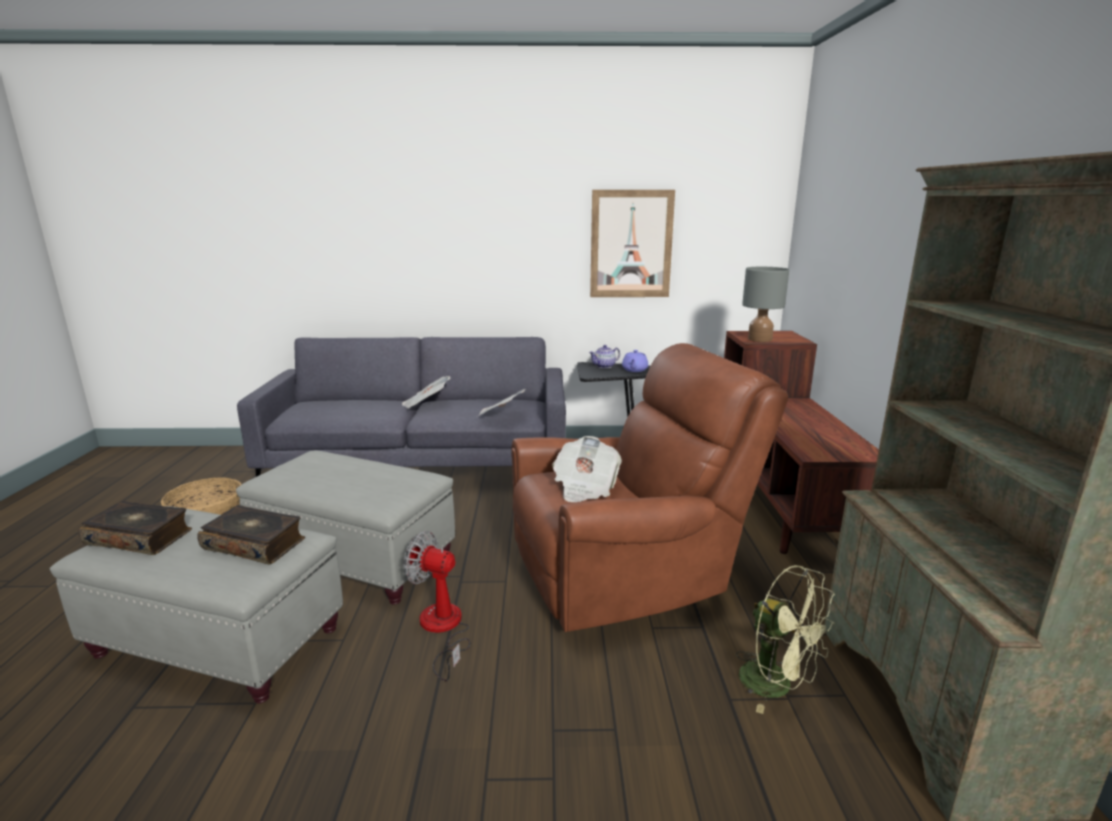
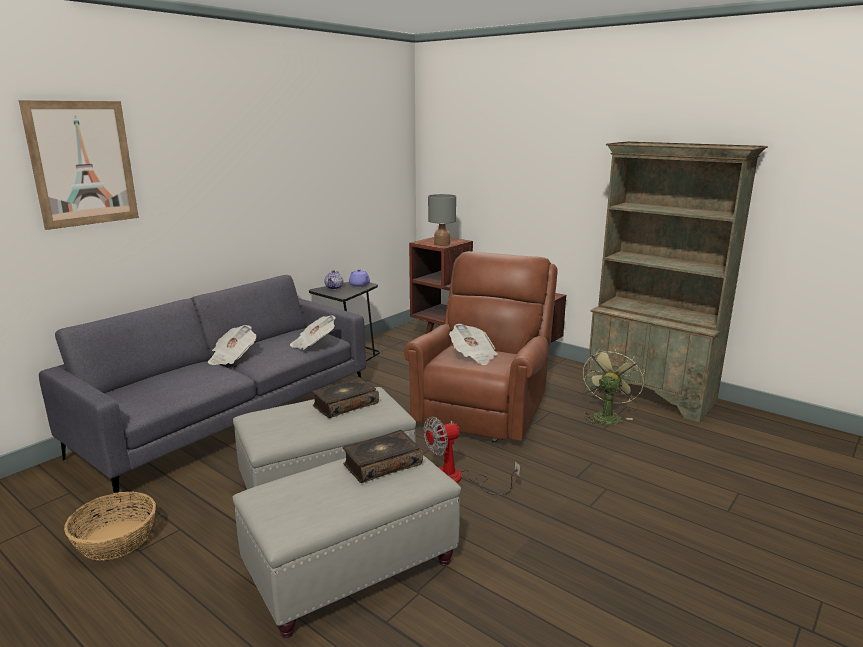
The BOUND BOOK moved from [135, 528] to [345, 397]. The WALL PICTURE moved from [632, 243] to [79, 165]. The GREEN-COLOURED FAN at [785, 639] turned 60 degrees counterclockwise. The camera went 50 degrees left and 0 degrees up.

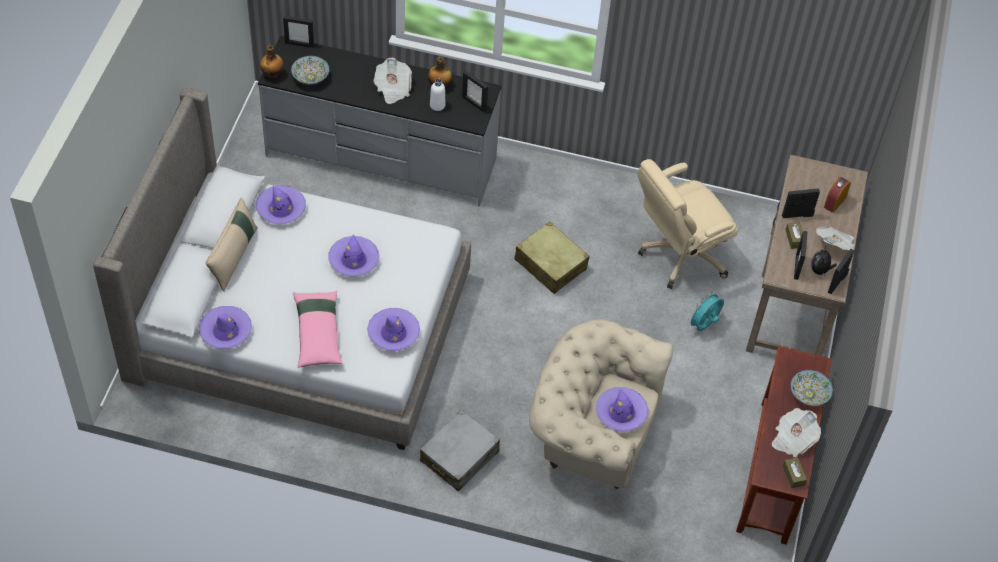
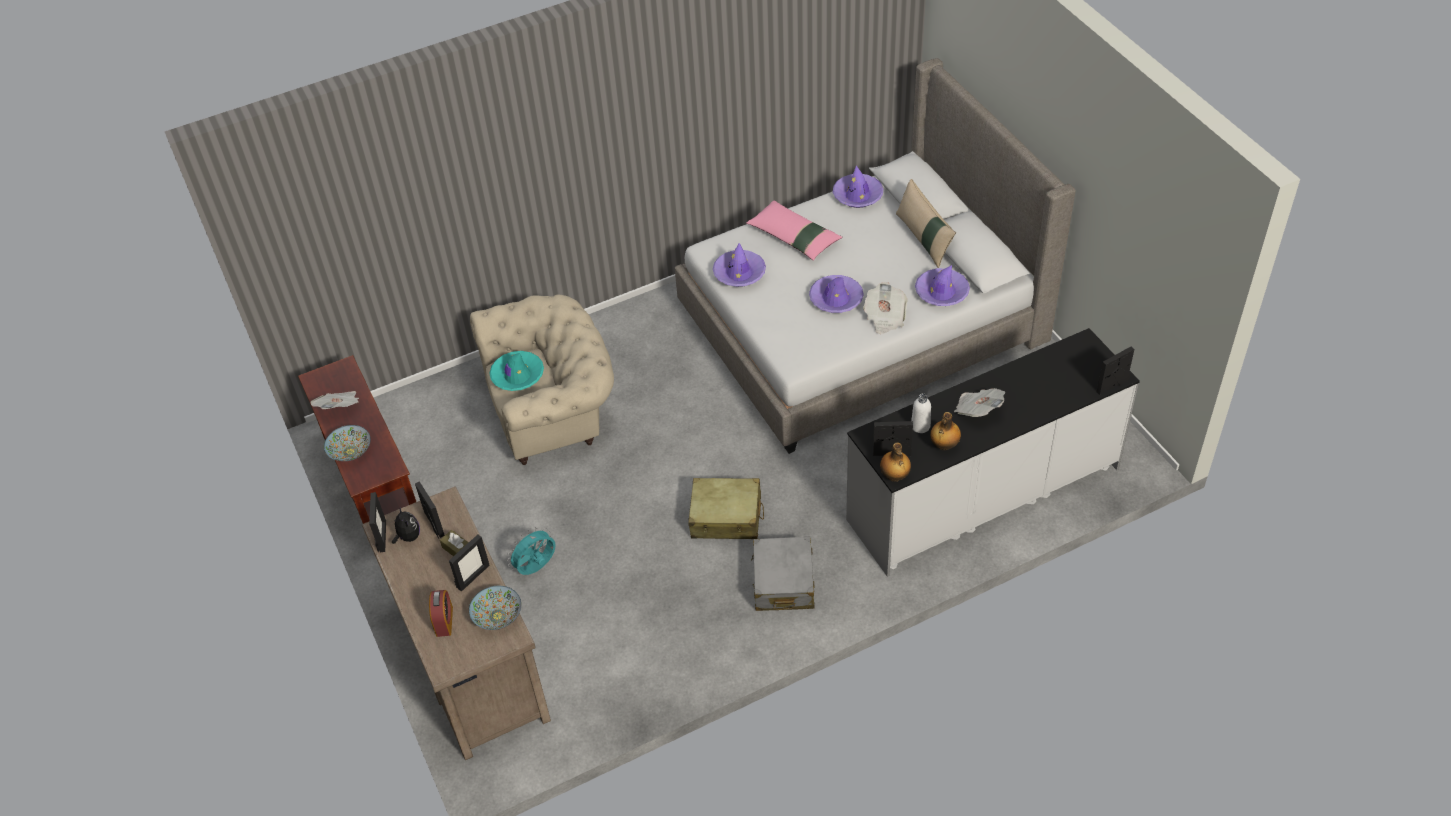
The DRINK BOTTLE moved from [272, 62] to [895, 462]. The DEEP DISH moved from [310, 70] to [495, 608]. The GREYISH TRAVEL CASE moved from [460, 450] to [783, 573]. The PURPLISH WEARABLE HAT at [622, 409] became the TURQUOISE-COLOURED WEARABLE HAT at [516, 371]. The SAND-COLOURED OFFICE CHAIR at [688, 224] disappeared. The TURQUOISE-COLOURED FAN at [705, 311] turned 135 degrees counterclockwise. The BROWN-COLOURED BOX OF TISSUES at [795, 472] disappeared. The DAILY PAPER moved from [835, 238] to [885, 308]. The camera went 145 degrees right and 5 degrees down.

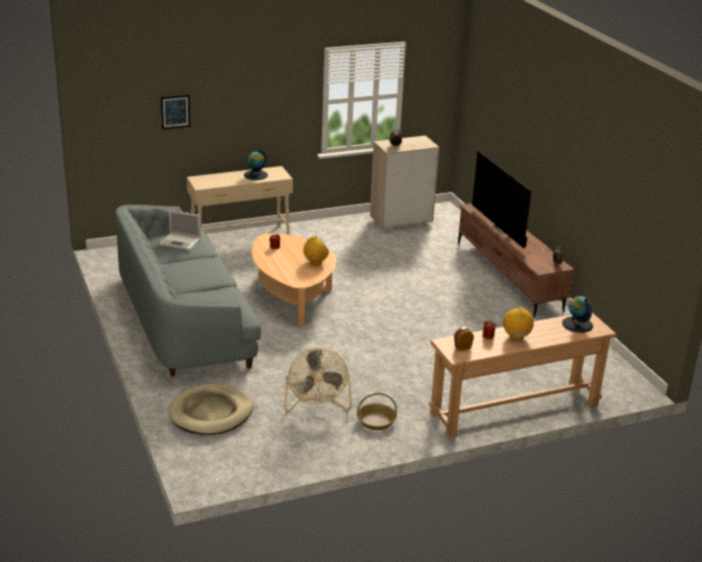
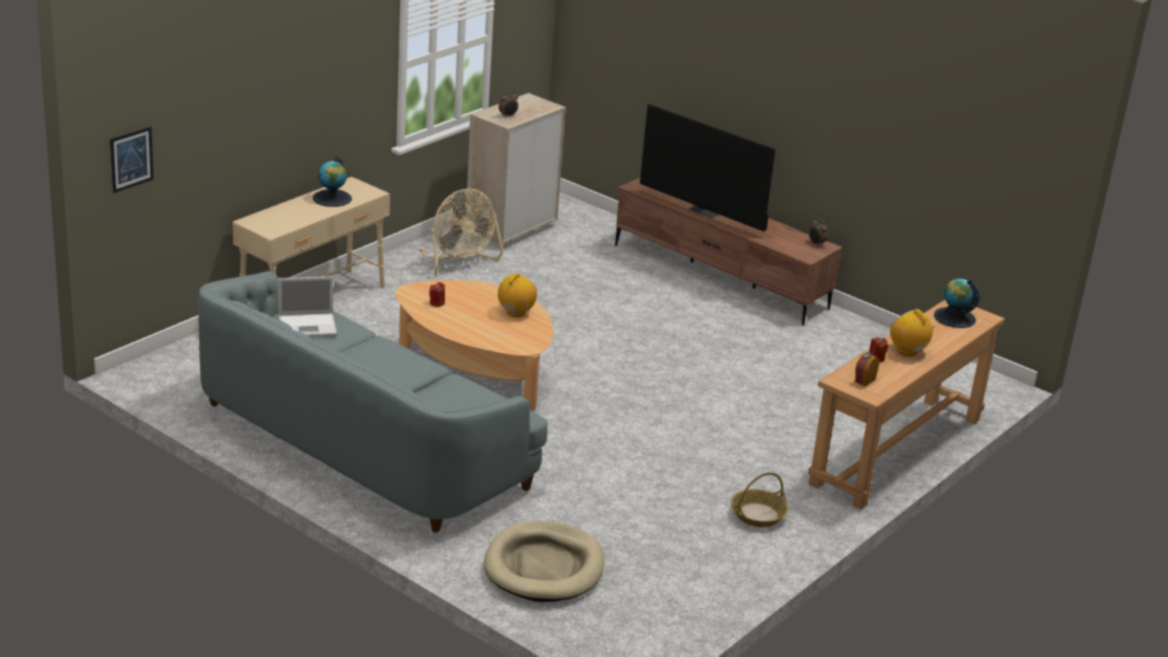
The WALL PICTURE moved from [176, 112] to [132, 159]. The SAND-COLOURED FAN moved from [318, 381] to [461, 232]. The camera went 30 degrees left and 0 degrees up.

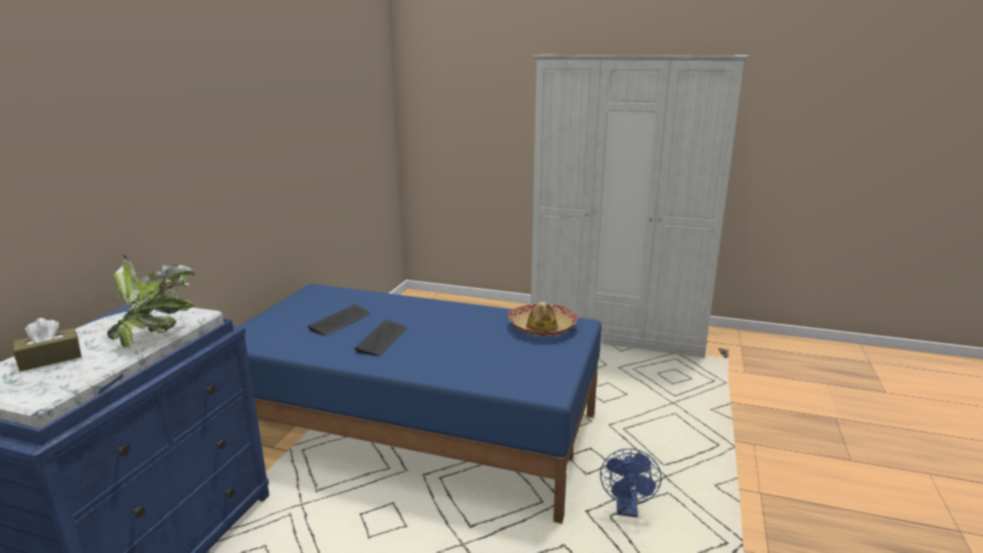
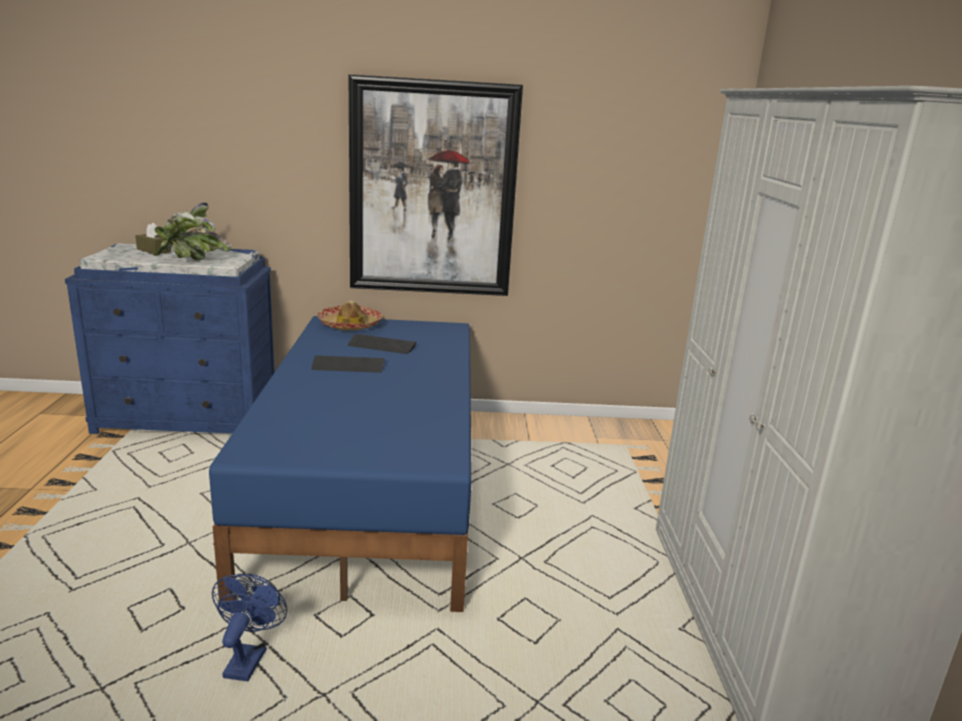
The WEARABLE HAT moved from [543, 319] to [350, 316]. The BLUE-COLOURED FAN at [630, 483] turned 105 degrees clockwise. The WALL PICTURE at [436, 185] appeared. The camera went 70 degrees right and 0 degrees up.

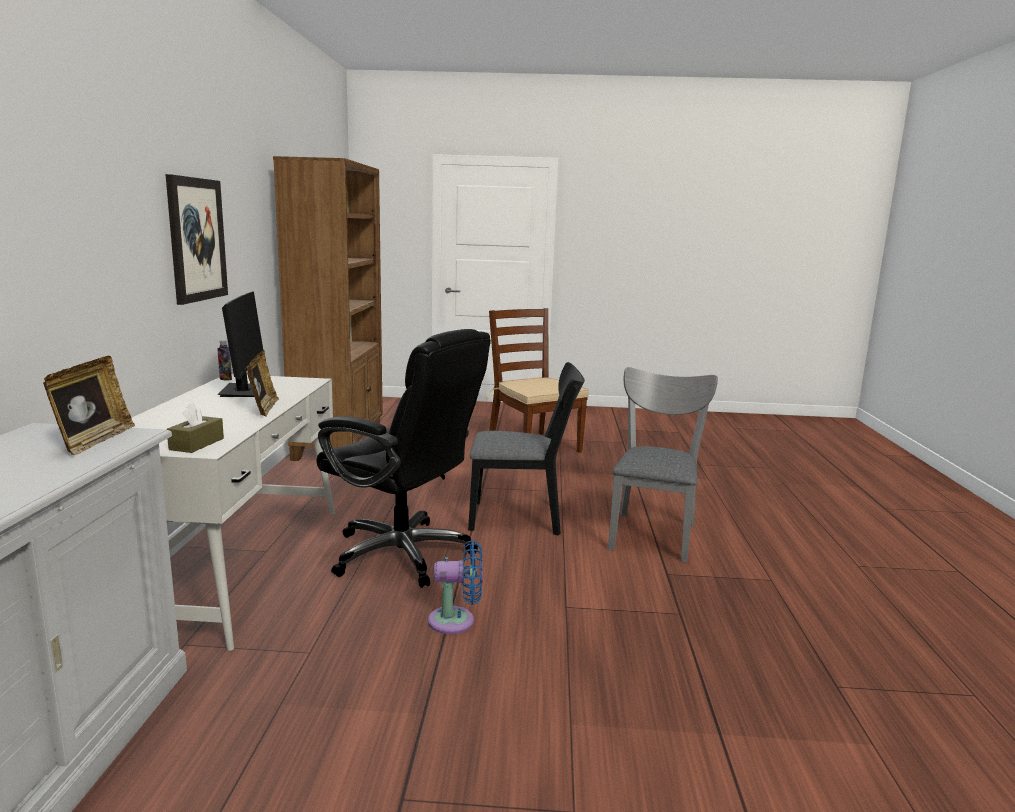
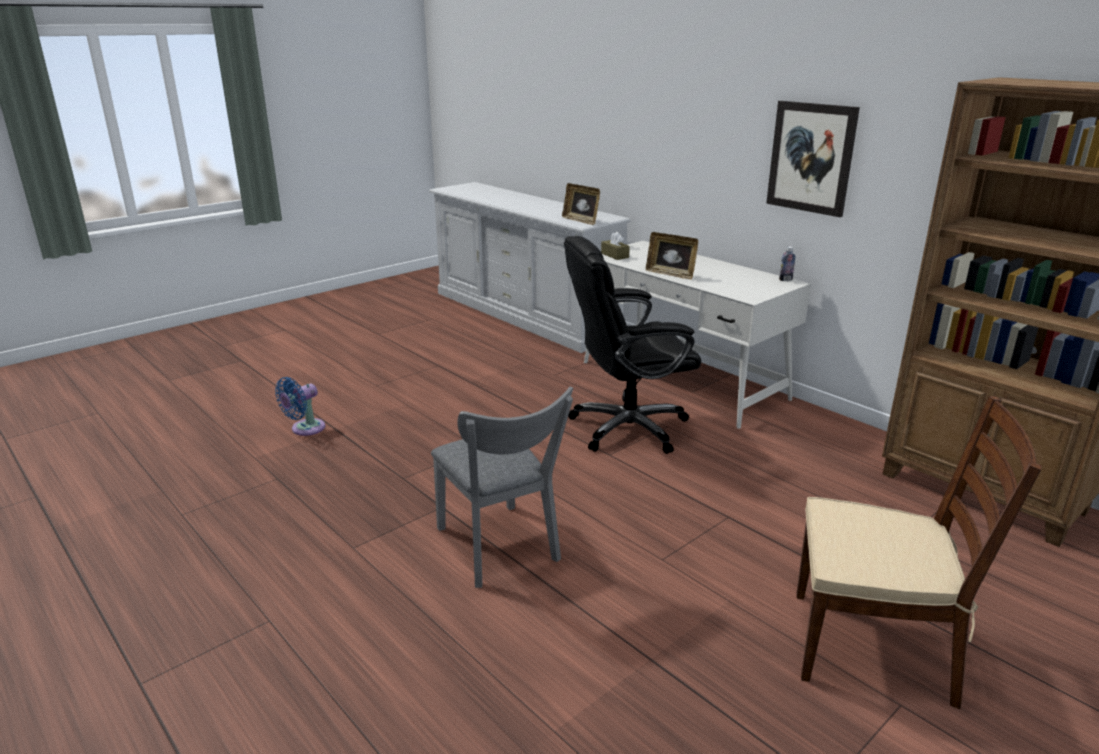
The COMPUTER DISPLAY at [240, 344] disappeared. The BLUE-COLOURED FAN moved from [455, 587] to [300, 406]. The BLACKISH CHAIR at [526, 449] disappeared. The camera went 135 degrees right and 10 degrees up.

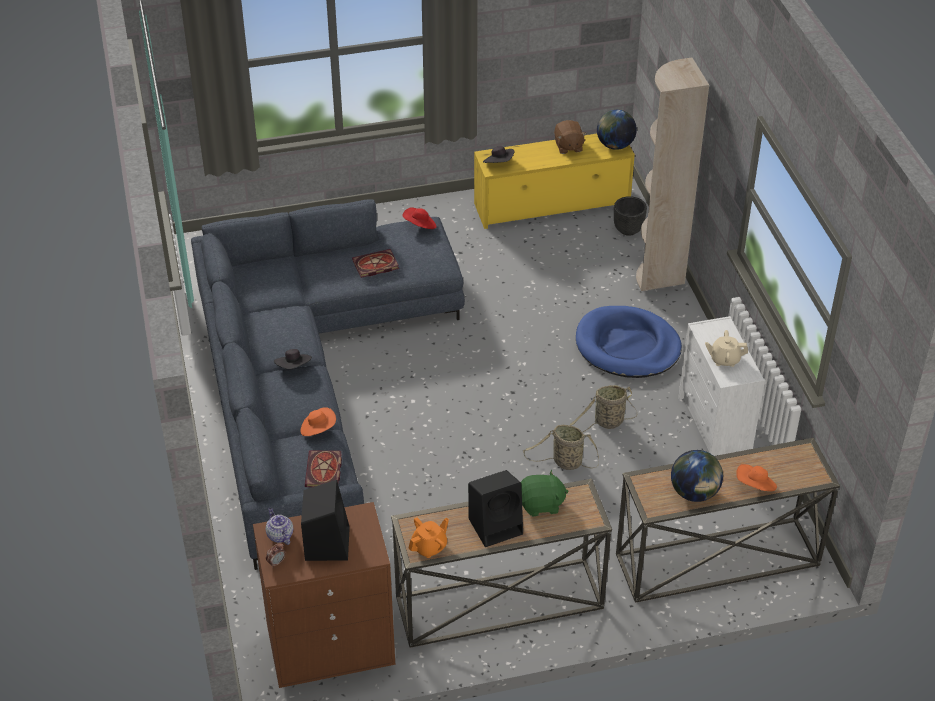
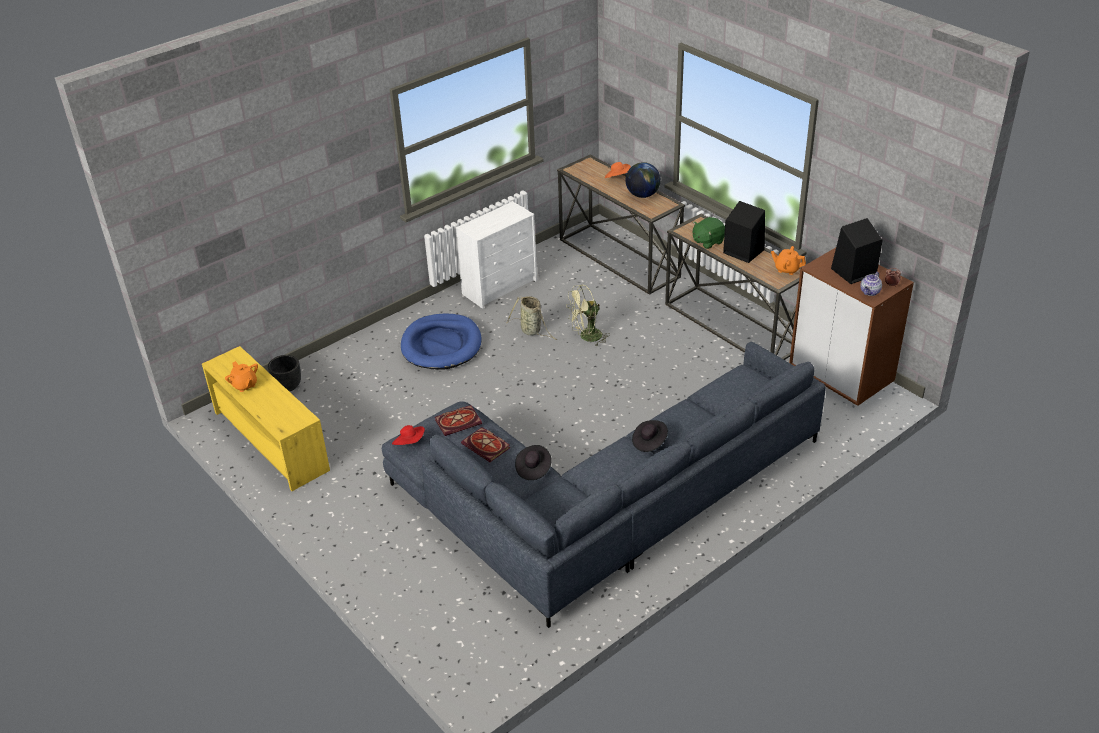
The ORANGE-COLOURED WEARABLE HAT at [318, 421] disappeared. The BOUND BOOK moved from [323, 468] to [458, 420]. The BLACKISH WEARABLE HAT moved from [499, 154] to [533, 462]. The GREEN-COLOURED SOFT TOY at [544, 493] turned 90 degrees counterclockwise. The BASKET at [561, 447] was replaced by the GREEN-COLOURED FAN at [588, 316]. The BROWN-COLOURED SOFT TOY at [570, 137] was replaced by the ORANGE-COLOURED TEAPOT at [241, 376]. The GLOBE at [617, 130] disappeared. The SAND-COLOURED SHELVING UNIT at [672, 174] disappeared. The SAND-COLOURED TEAPOT at [726, 348] disappeared. The camera went 115 degrees left and 5 degrees down.

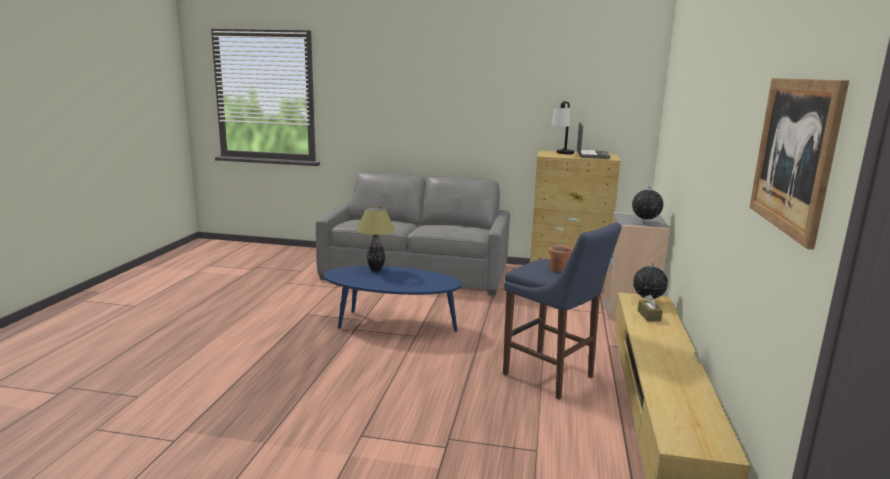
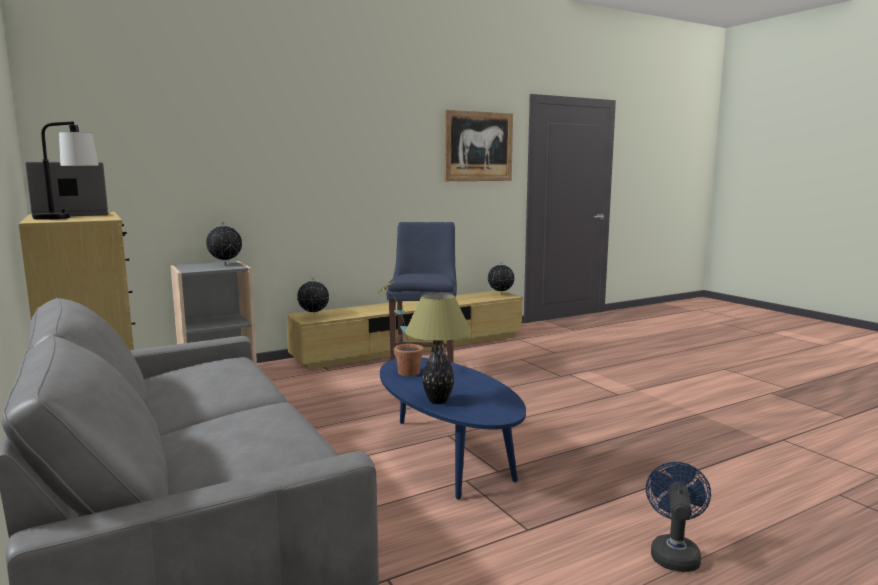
The PLANT IN A POT moved from [566, 232] to [400, 328]. The BROWN-COLOURED BOX OF TISSUES at [650, 308] disappeared. The GLOBE at [501, 278] appeared. The BLUE-COLOURED FAN at [678, 517] appeared. The camera went 130 degrees left and 5 degrees down.

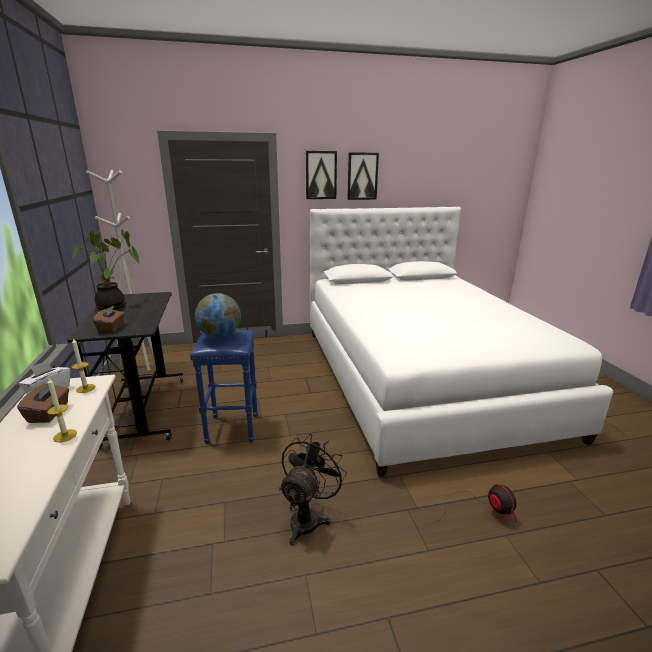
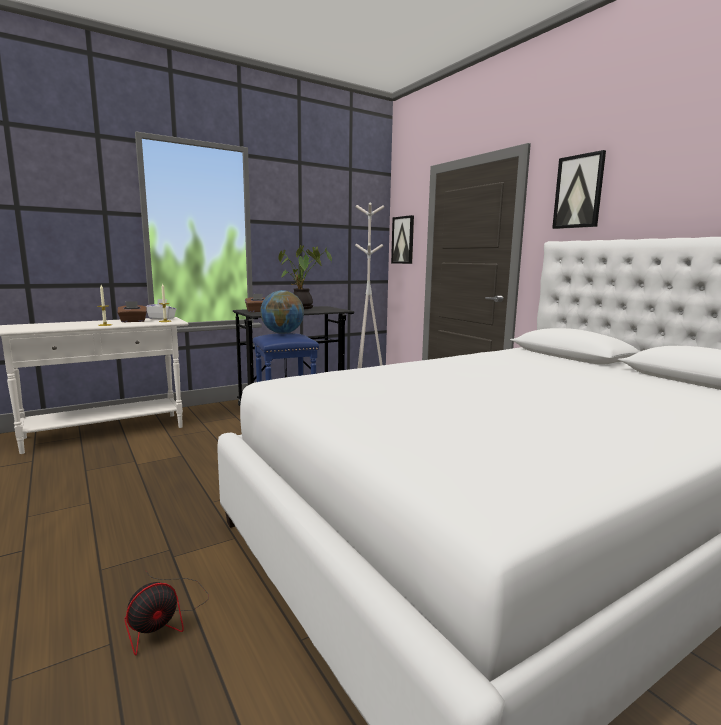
The BLACKISH FAN at [313, 489] disappeared. The WALL PICTURE moved from [363, 176] to [402, 239]. The camera went 70 degrees right and 10 degrees down.

